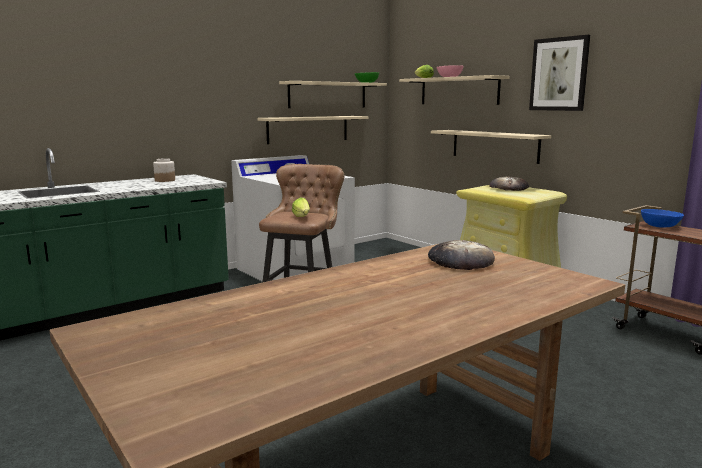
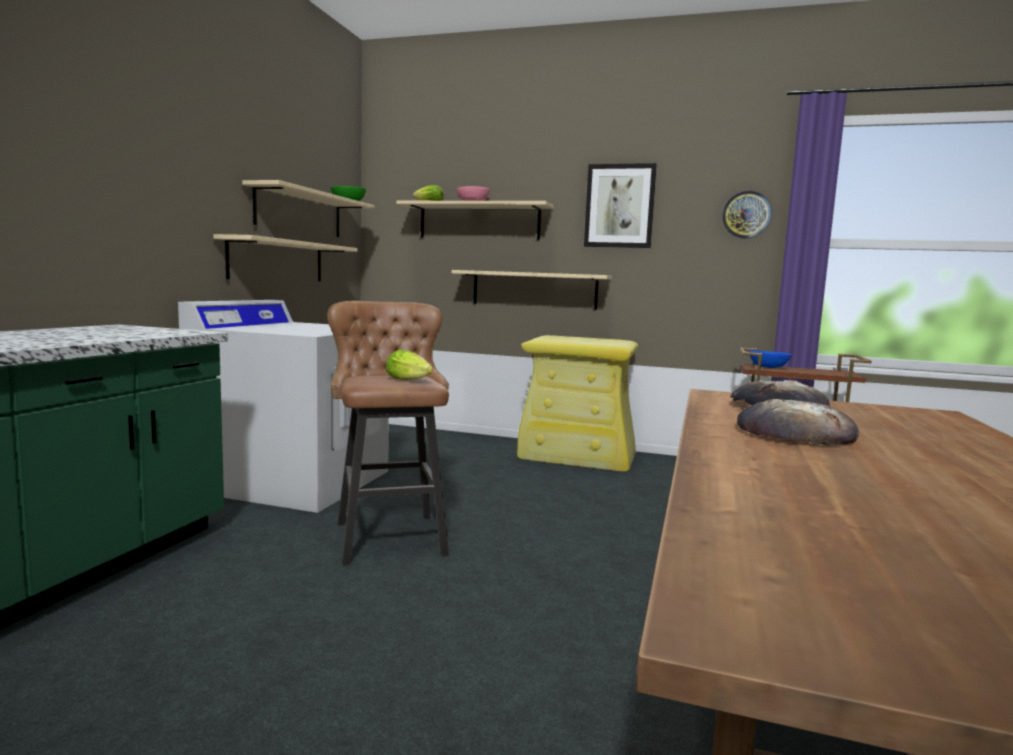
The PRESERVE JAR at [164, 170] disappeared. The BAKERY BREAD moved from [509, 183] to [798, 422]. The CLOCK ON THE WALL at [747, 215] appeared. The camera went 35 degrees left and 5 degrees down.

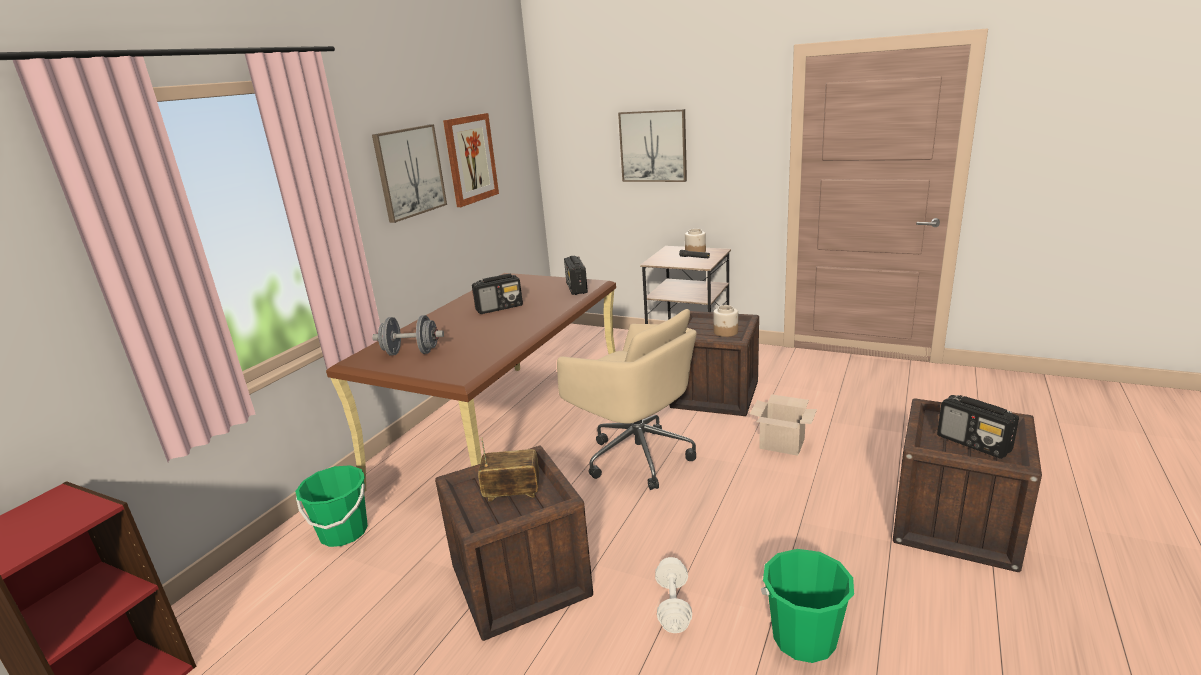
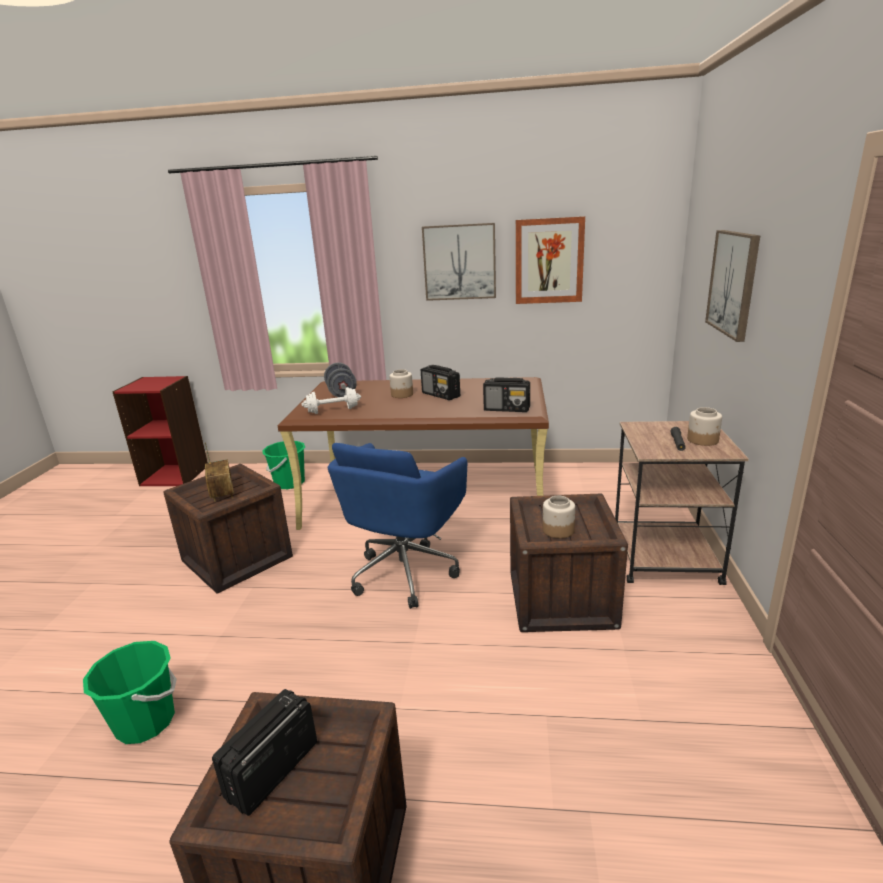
The SAND-COLOURED OFFICE CHAIR at [627, 399] became the BLUE-COLOURED OFFICE CHAIR at [397, 526]. The RADIO SET at [576, 275] turned 135 degrees counterclockwise. The WHITISH DUMBBELL moved from [673, 595] to [331, 400]. The CARTON at [783, 425] disappeared. The PRESERVE JAR at [401, 383] appeared. The camera went 70 degrees right and 0 degrees up.

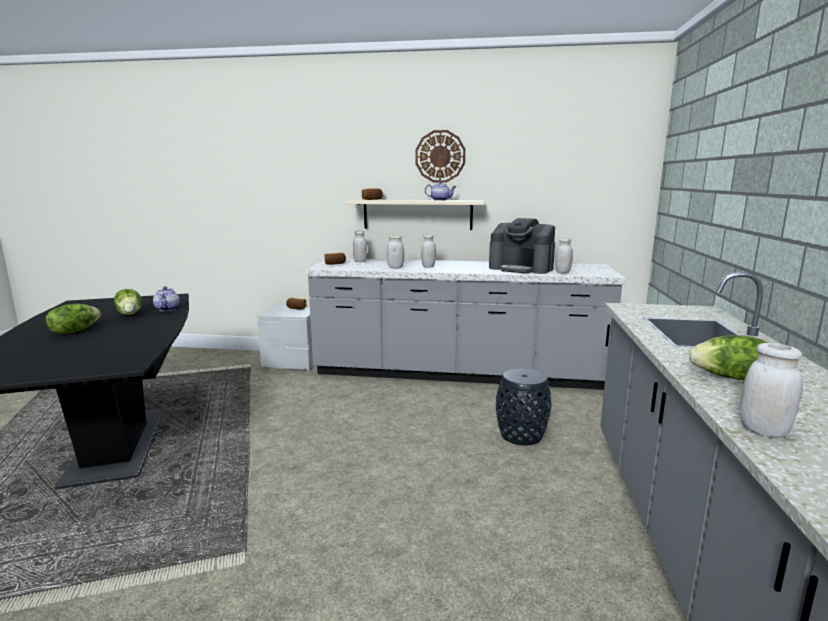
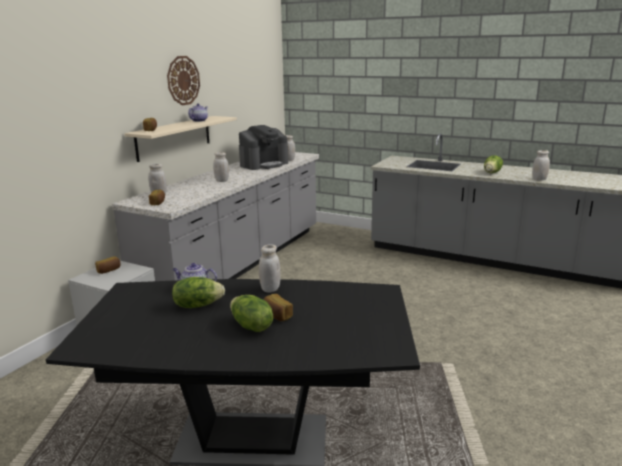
The WHITISH PRESERVE JAR moved from [395, 251] to [270, 268]. The BLACKISH STOOL at [523, 407] disappeared. The BAKERY BREAD at [278, 307] appeared. The camera went 70 degrees left and 5 degrees up.

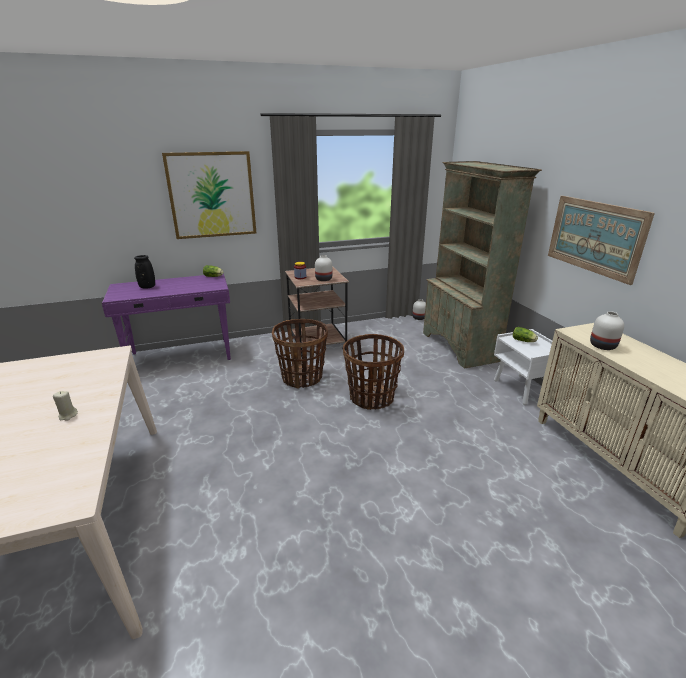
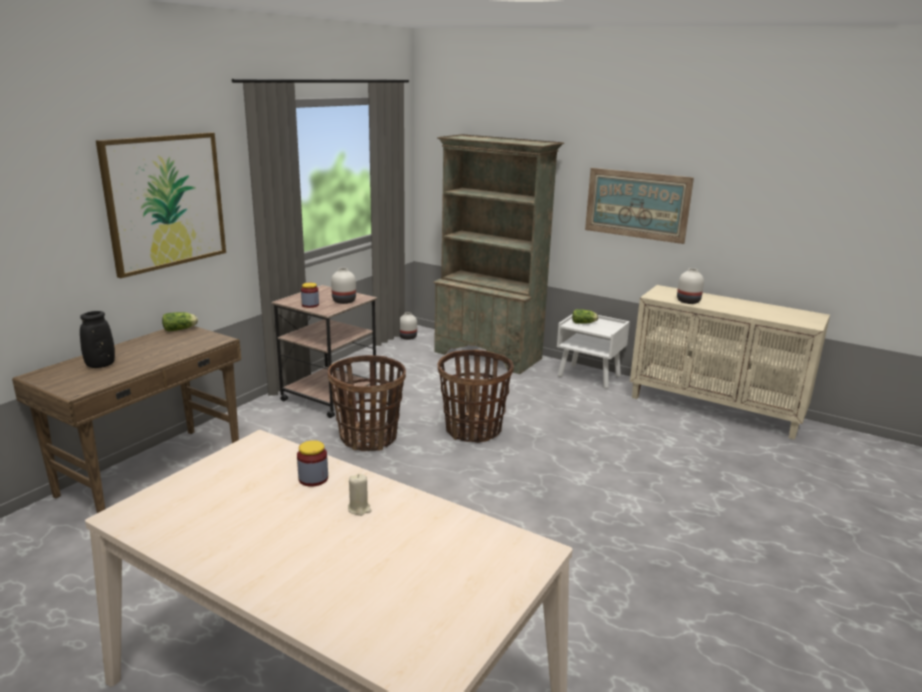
The PURPLISH HALL TABLE at [166, 317] became the BROWN-COLOURED HALL TABLE at [126, 419]. The PRESERVE JAR at [312, 463] appeared. The camera went 40 degrees left and 5 degrees down.

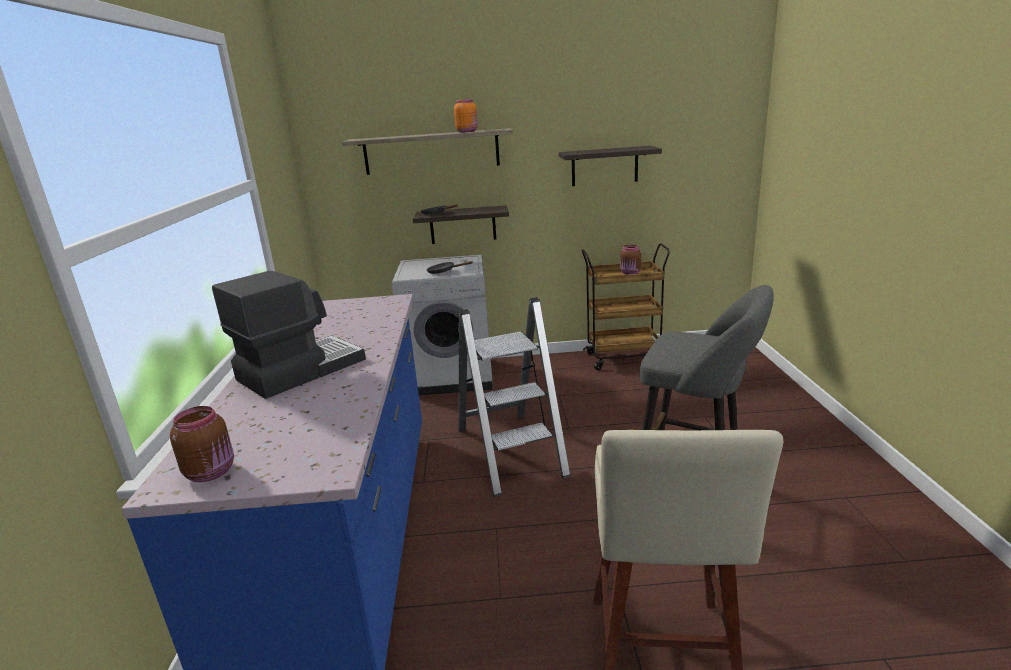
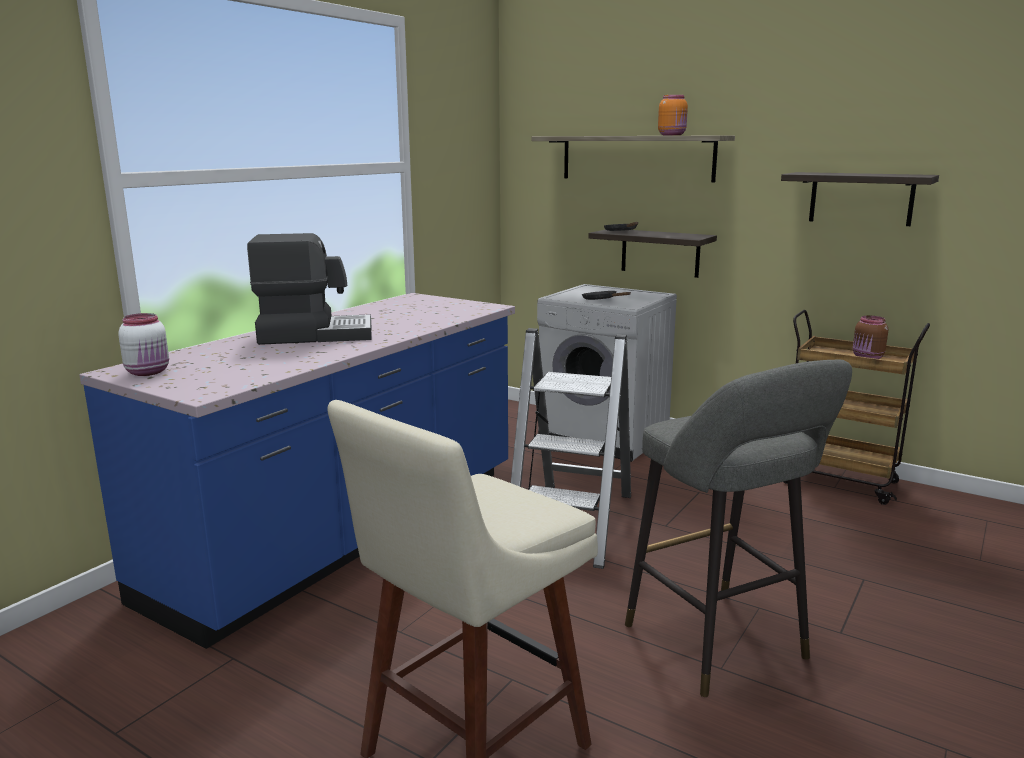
The BROWN-COLOURED PRESERVE JAR at [202, 444] became the WHITISH PRESERVE JAR at [143, 344]. The camera went 35 degrees right and 5 degrees down.

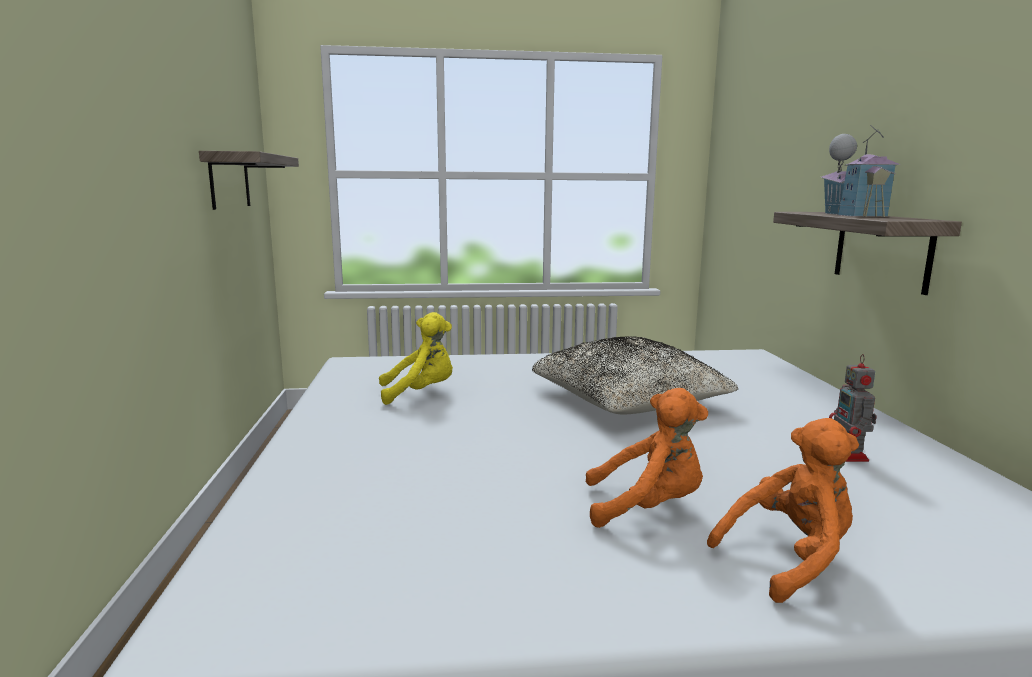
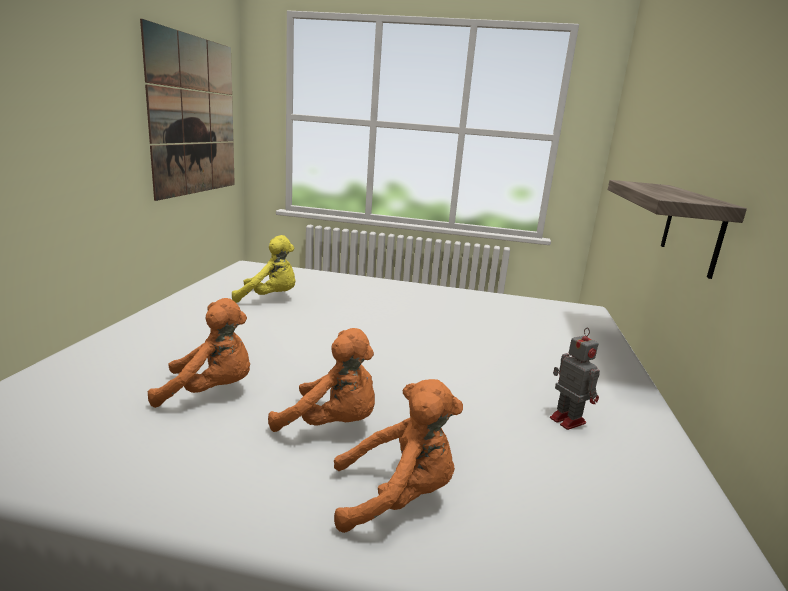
The BRACKET SHELF at [249, 180] was replaced by the WALL PICTURE at [187, 110]. The SAND-COLOURED CUSHION at [635, 375] disappeared. The TOY HOUSE at [860, 171] disappeared. The MODEL ROBOT at [853, 408] turned 135 degrees clockwise. The ORANGE-COLOURED SOFT TOY at [199, 353] appeared. The camera went 15 degrees right and 5 degrees up.

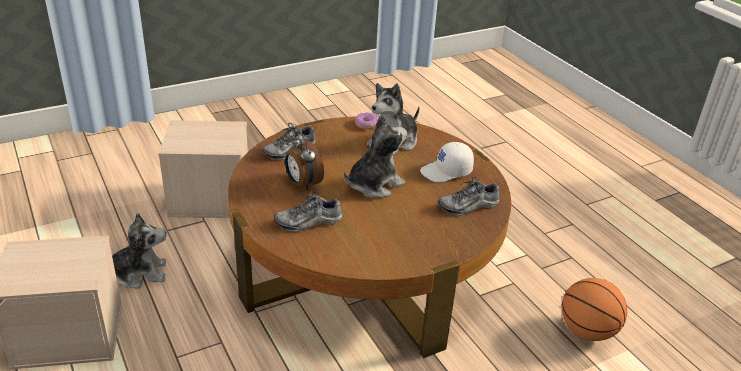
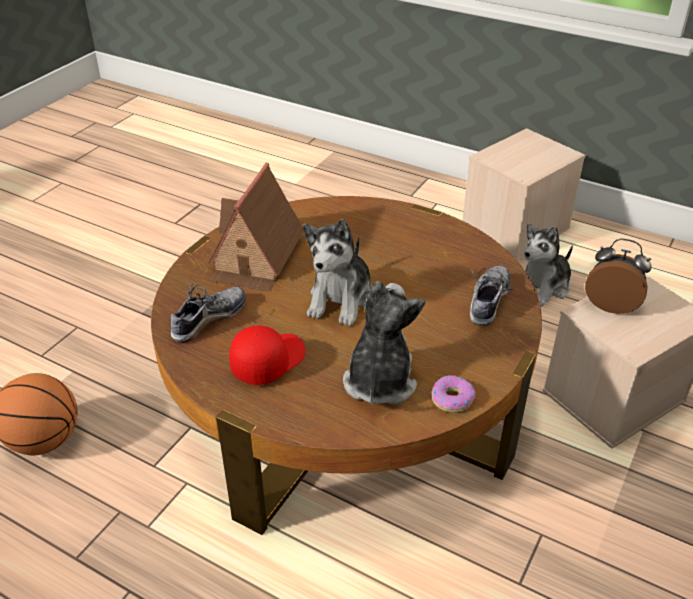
The ITEM OF FOOTWEAR at [308, 211] disappeared. The BEDSIDE CLOCK moved from [304, 160] to [618, 276]. The WHITISH BASEBALL CAP at [447, 162] became the RED BASEBALL CAP at [267, 355]. The TOY HOUSE at [256, 227] appeared. The camera went 150 degrees right and 5 degrees up.

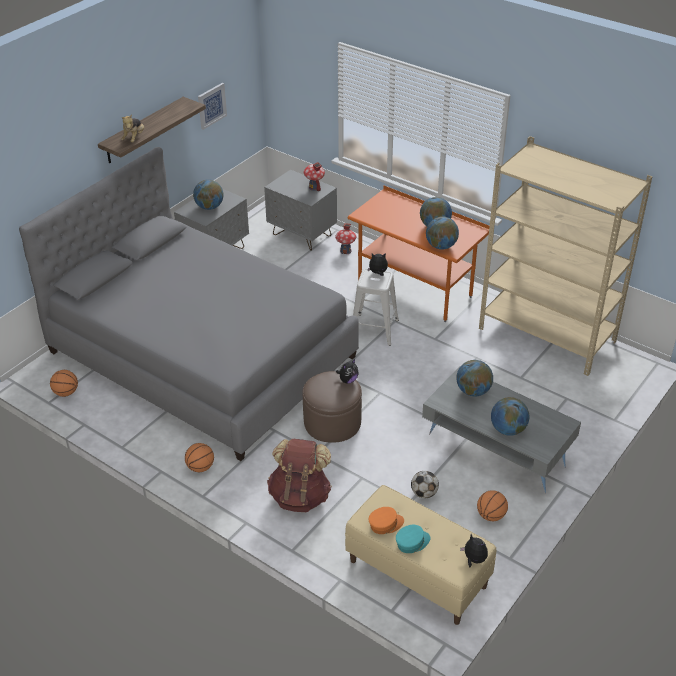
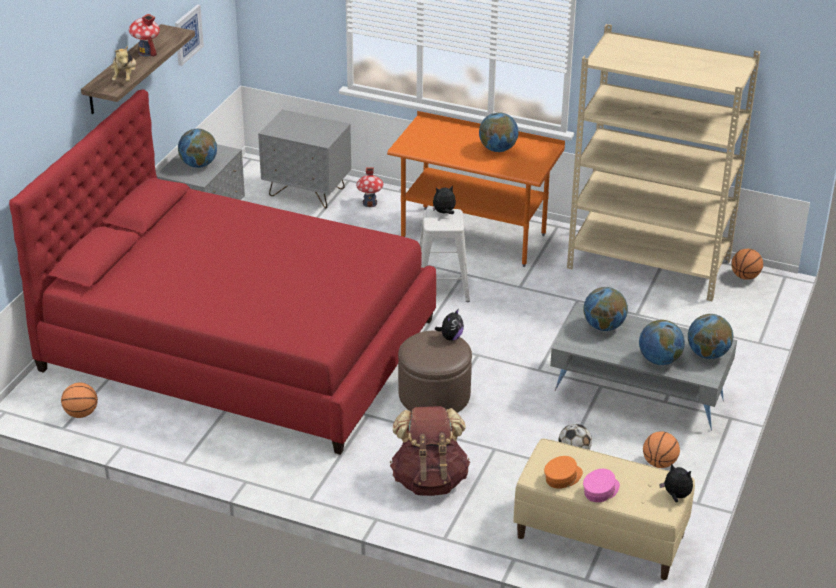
The GREYISH SLEEPING BED at [189, 304] became the RED SLEEPING BED at [222, 272]. The BASKETBALL moved from [199, 457] to [747, 264]. The TOY HOUSE moved from [314, 176] to [144, 35]. The TURQUOISE-COLOURED BASEBALL CAP at [413, 539] became the PINKISH BASEBALL CAP at [601, 485]. The GLOBE moved from [442, 233] to [710, 336]. The camera went 15 degrees left and 5 degrees down.

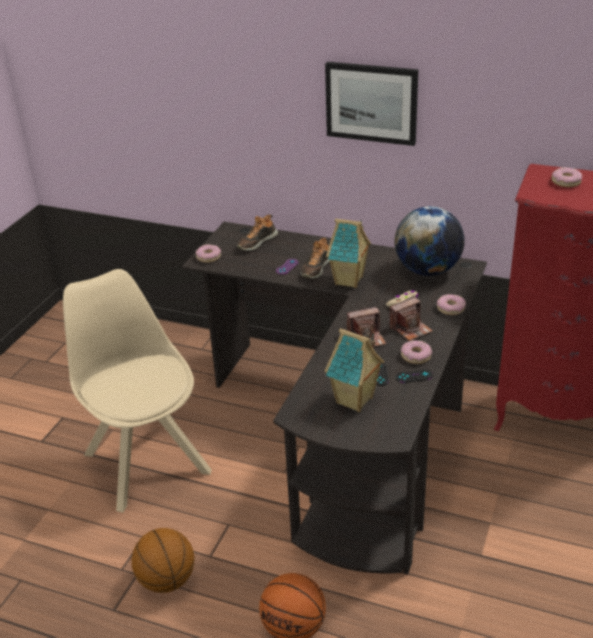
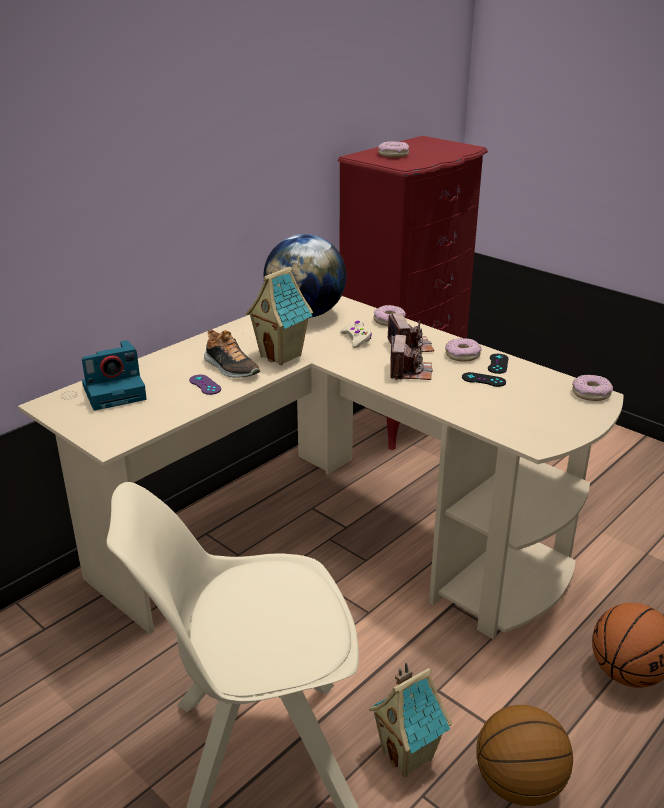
The BLACKISH DESK UNIT at [334, 398] became the SAND-COLOURED DESK UNIT at [320, 467]. The DONUT moved from [208, 253] to [592, 388]. The ITEM OF FOOTWEAR at [257, 232] was replaced by the PHOTO CAMERA at [114, 375]. The WALL PICTURE at [372, 104] disappeared. The TOY HOUSE moved from [354, 370] to [410, 720]. The camera went 70 degrees left and 5 degrees down.

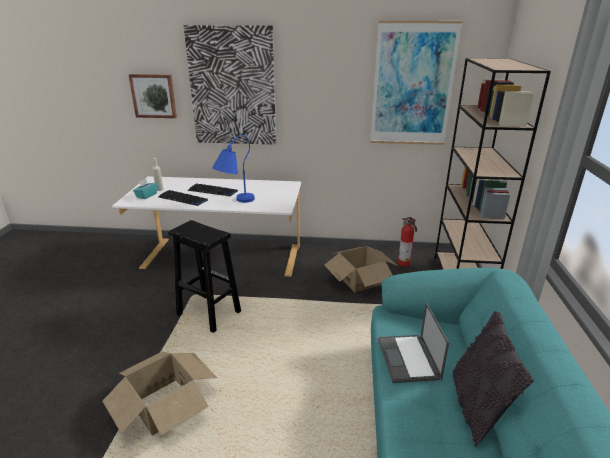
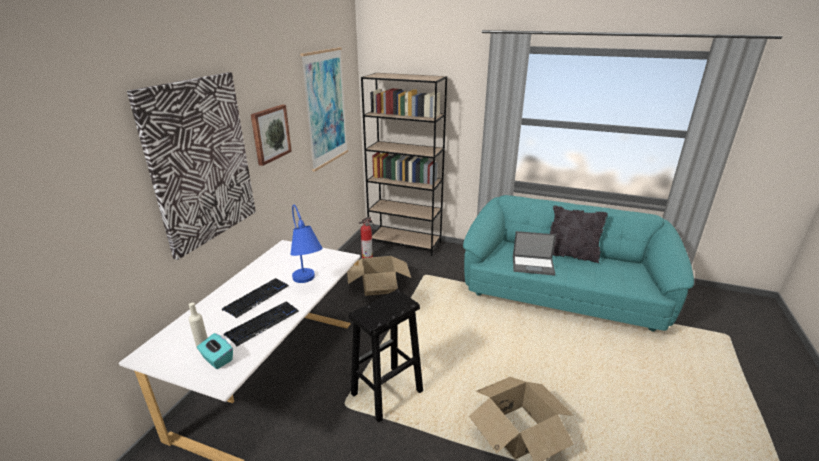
The WALL PICTURE moved from [153, 96] to [271, 135]. The camera went 75 degrees left and 0 degrees up.

